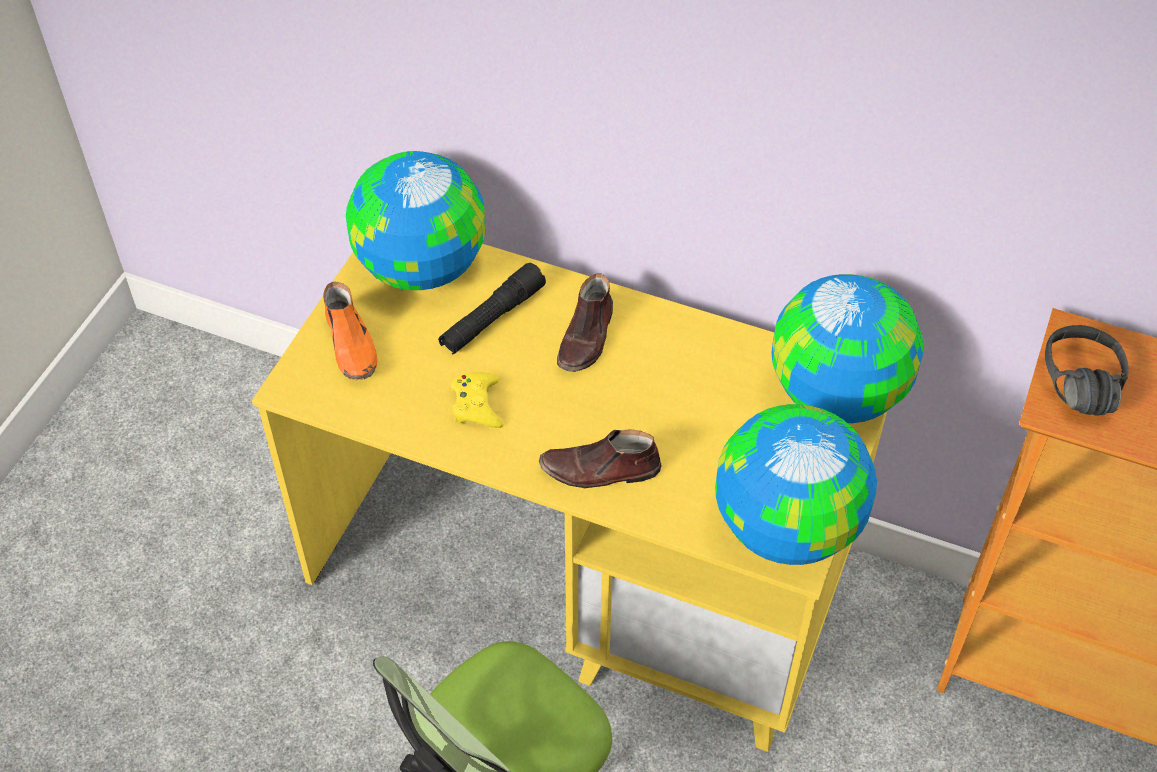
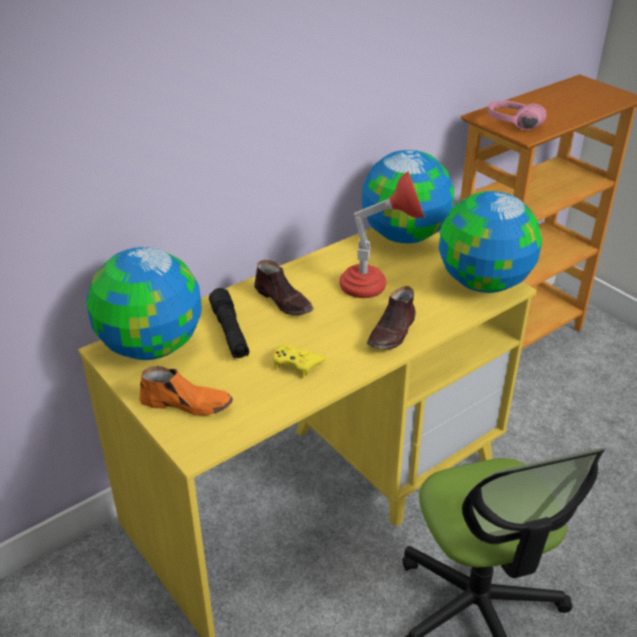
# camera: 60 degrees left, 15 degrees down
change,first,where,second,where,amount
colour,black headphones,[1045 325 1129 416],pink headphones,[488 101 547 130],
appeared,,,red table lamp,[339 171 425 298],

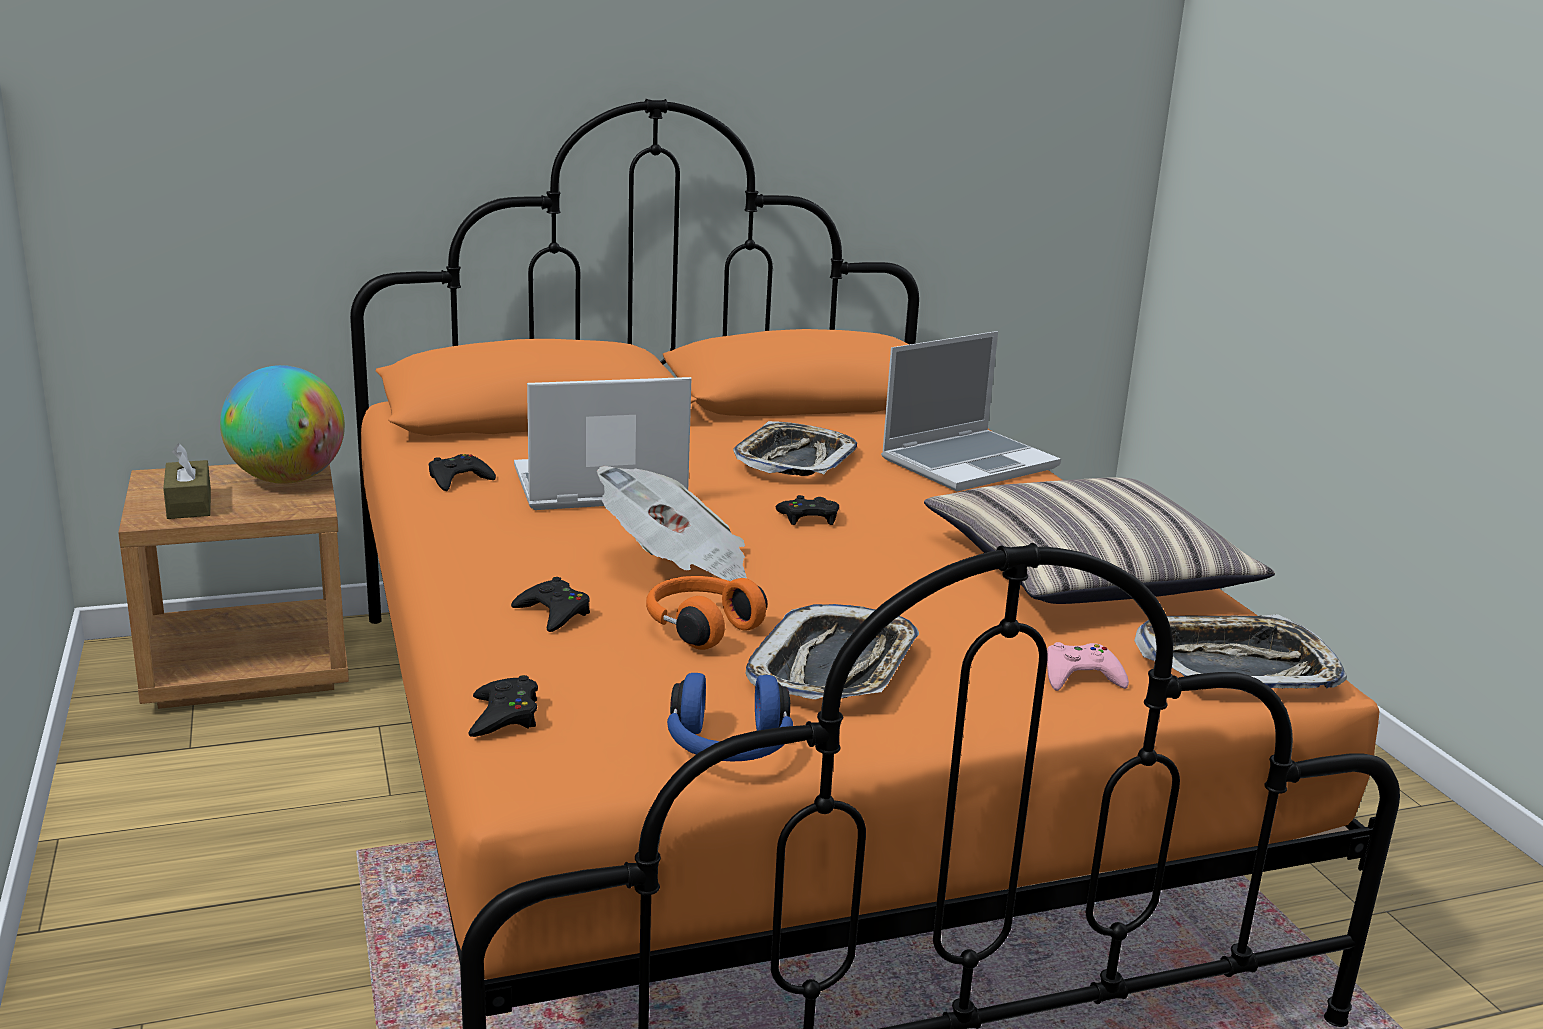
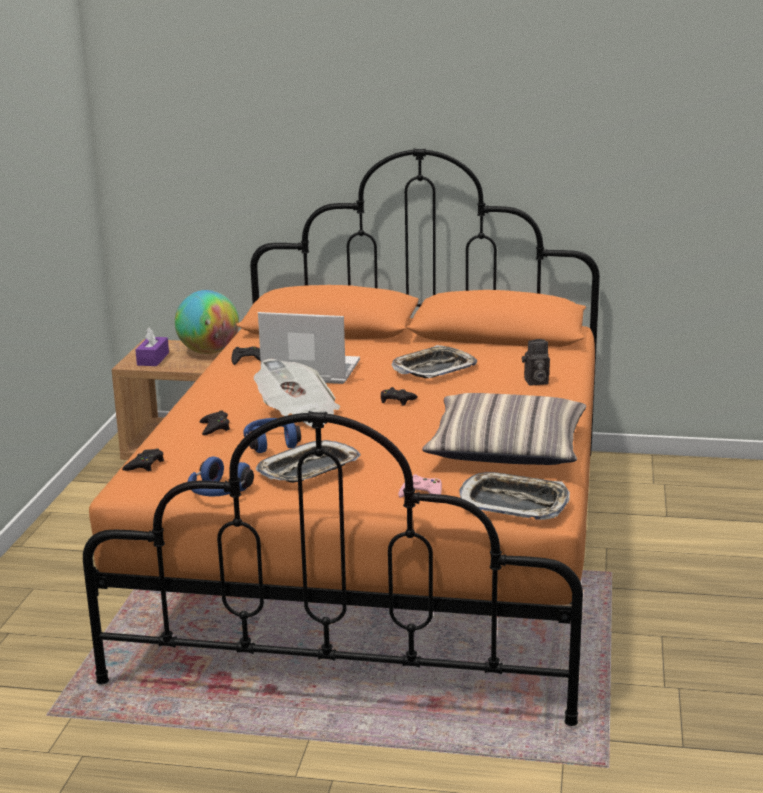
# camera: 30 degrees right, 0 degrees up
change,first,where,second,where,amount
exchanged,laptop,[881 331 1061 492],photo camera,[522 339 550 386],
colour,brown tissue box,[163 443 211 519],purple tissue box,[135 328 169 366],
colour,orange headphones,[646 576 767 650],blue headphones,[243 418 301 453],

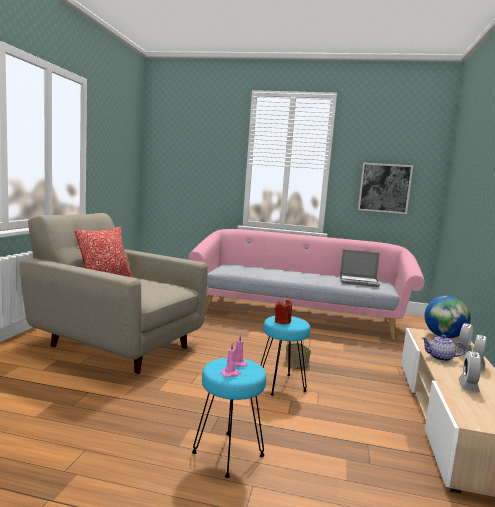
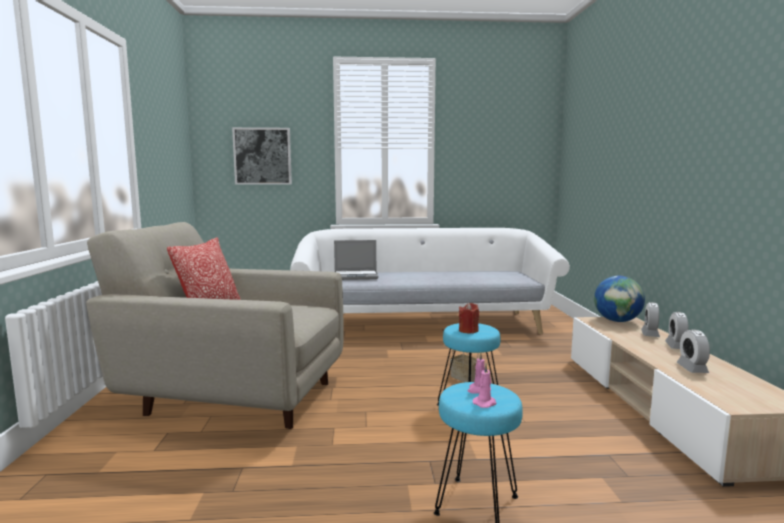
# camera: 15 degrees left, 0 degrees up
change,first,where,second,where,amount
relocated,picture,[358 162 413 214],,[232 127 292 185],
colour,pink sofa,[188 229 425 340],white sofa,[290 228 570 334],
relocated,laptop,[340 249 380 287],,[334 240 379 280],
missing,teapot,[422 335 465 361],,,

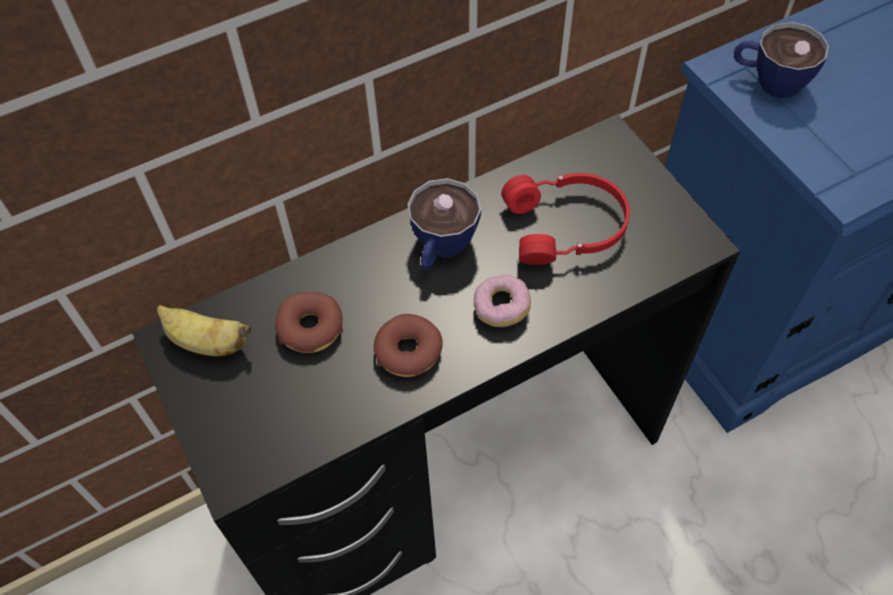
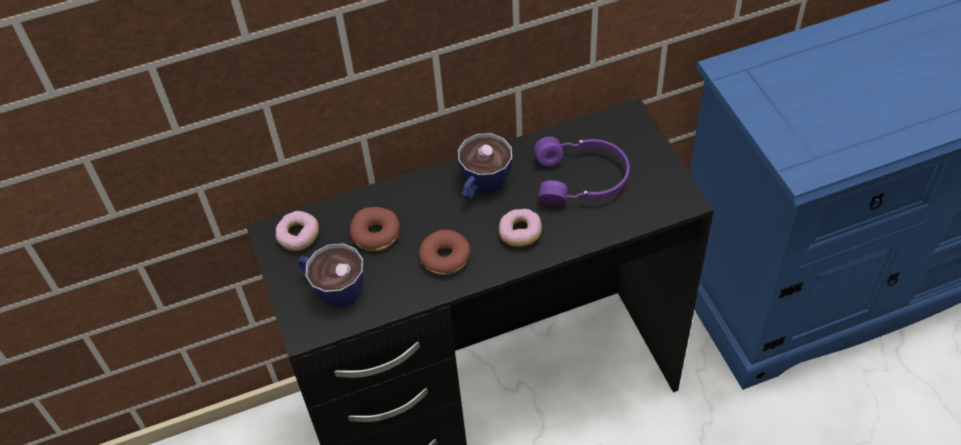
# camera: 10 degrees right, 5 degrees down
change,first,where,second,where,amount
relocated,cup,[734 22 829 98],,[297 243 364 308],
colour,red headphones,[501 173 630 265],purple headphones,[534 136 630 205],
exchanged,banana,[157 305 251 356],donut,[275 211 319 251],

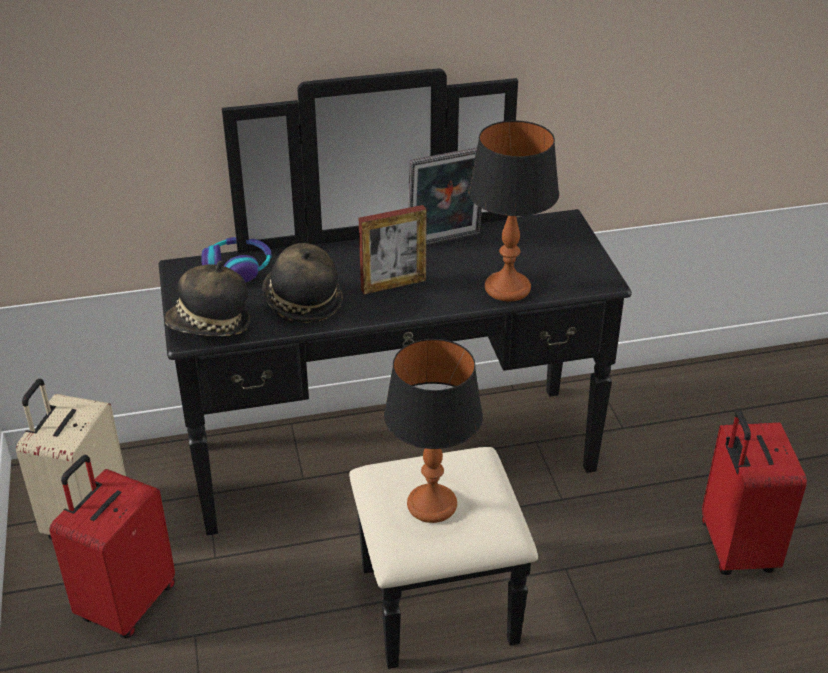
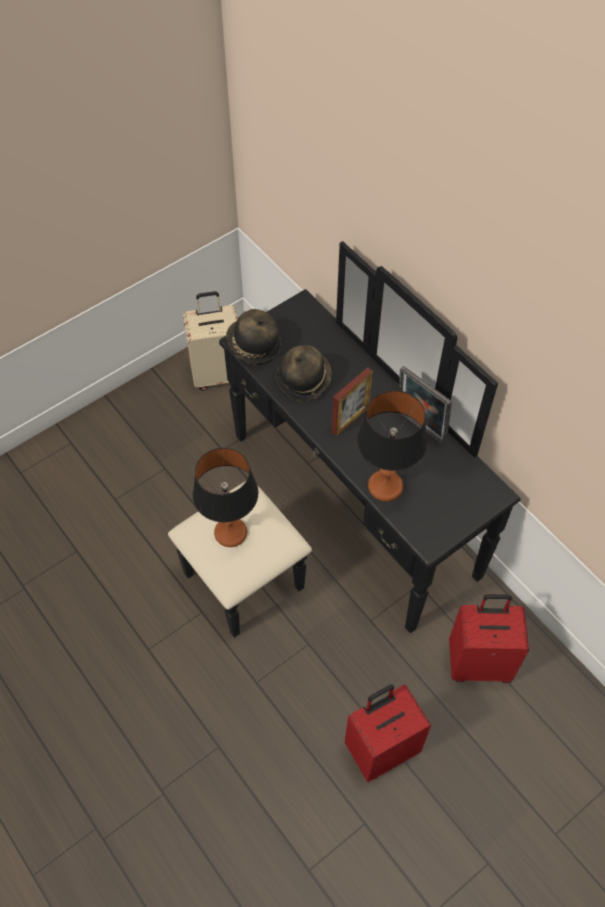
# camera: 65 degrees right, 20 degrees up
change,first,where,second,where,amount
spun,picture frame,[359 205 427 294],,[332 367 373 437],90 degrees counterclockwise
missing,headphones,[201 237 272 283],,,
relocated,red suitcase,[49 455 175 638],,[449 594 529 683],

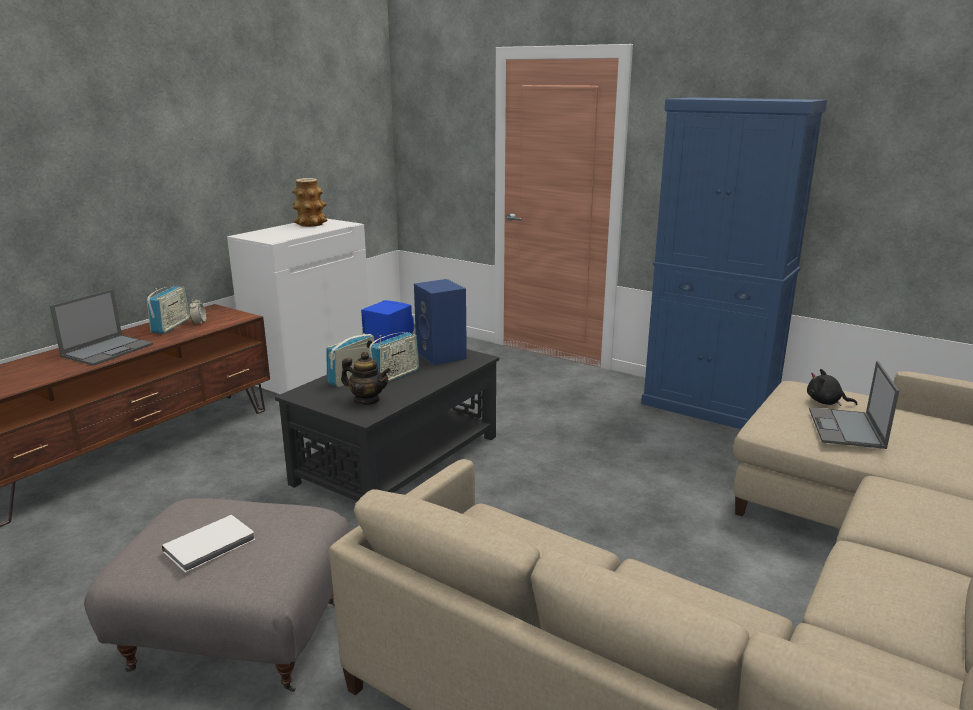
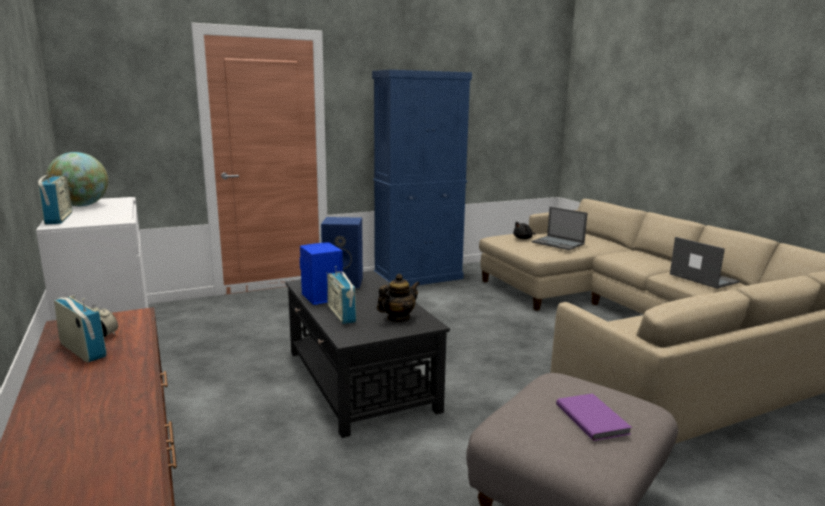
# camera: 60 degrees left, 5 degrees down
change,first,where,second,where,amount
exchanged,vase,[292 178 327 227],globe,[46 152 108 206],
relocated,laptop,[50 289 153 366],,[670 237 740 289],
relocated,radio,[369 332 420 382],,[38 172 72 225],
colour,white book,[162 515 256 573],purple book,[556 393 632 441],

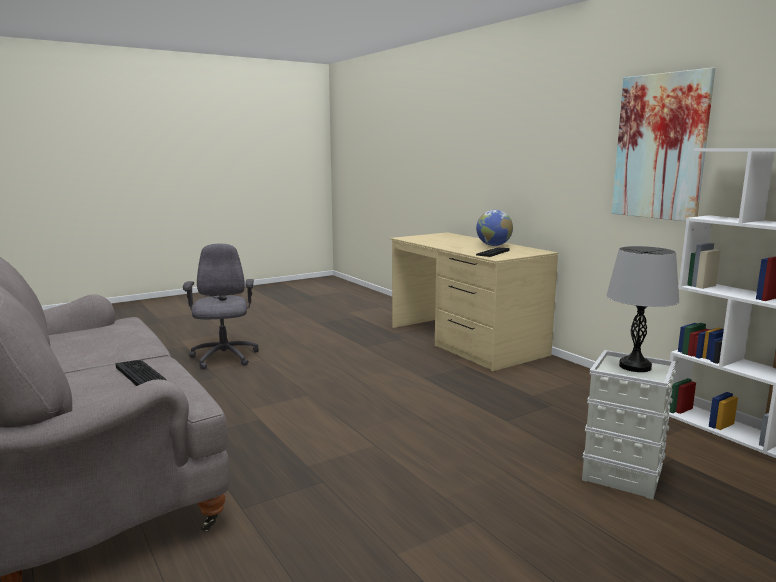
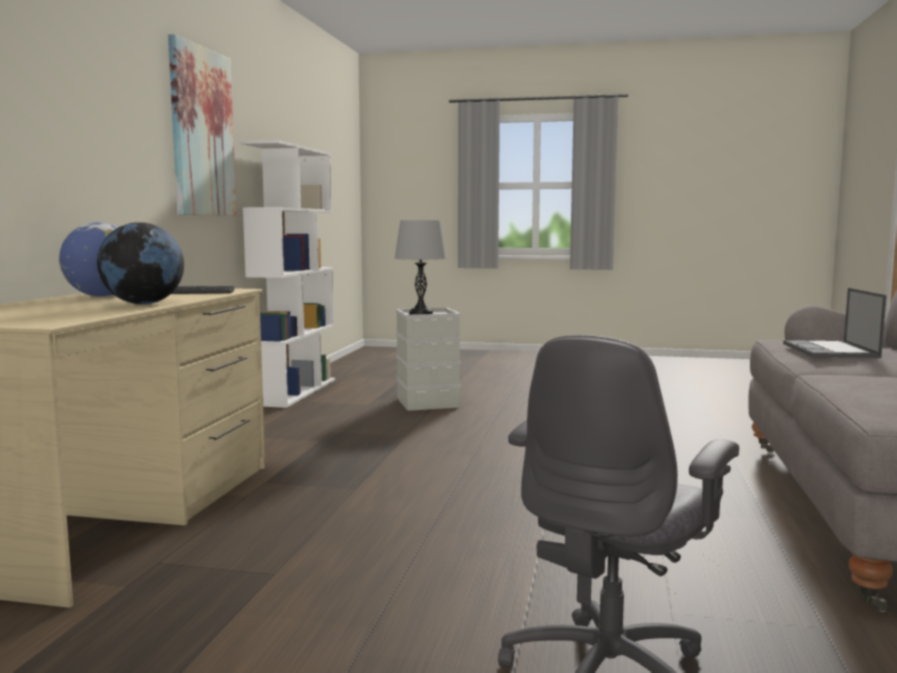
# camera: 135 degrees left, 5 degrees down
change,first,where,second,where,amount
exchanged,keyboard,[116 360 167 386],laptop,[783 288 887 358],
appeared,,,globe,[97 222 184 304],

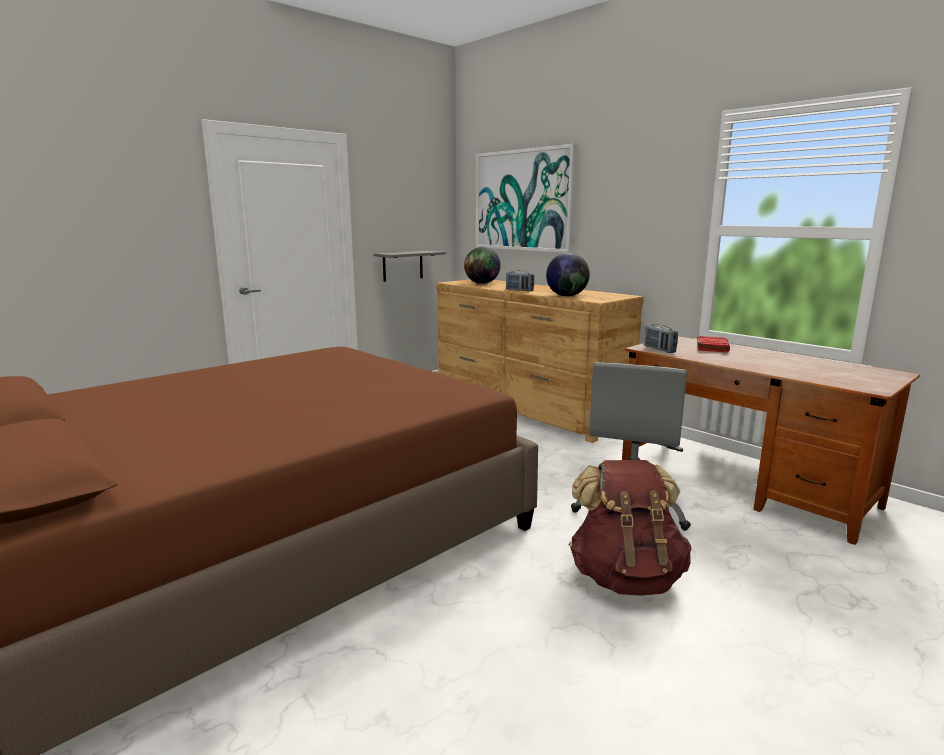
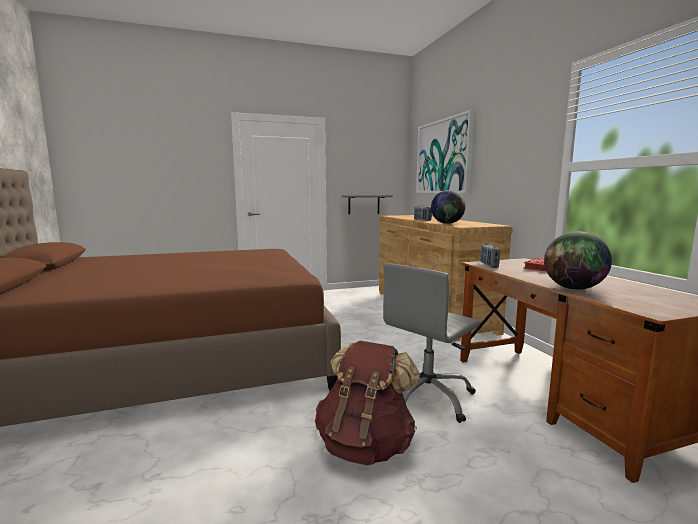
# camera: 25 degrees right, 5 degrees down
change,first,where,second,where,amount
relocated,globe,[464 247 501 284],,[544 231 612 290],

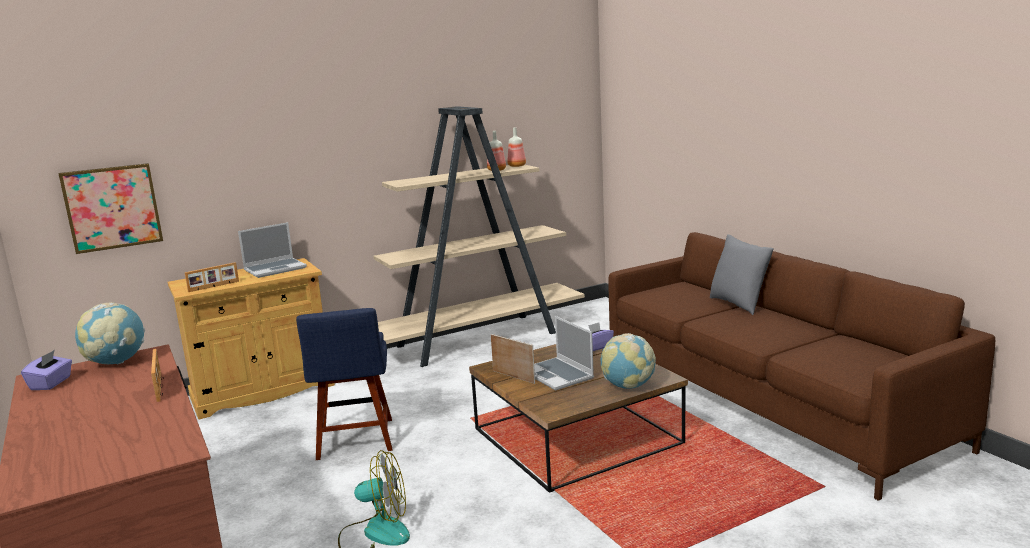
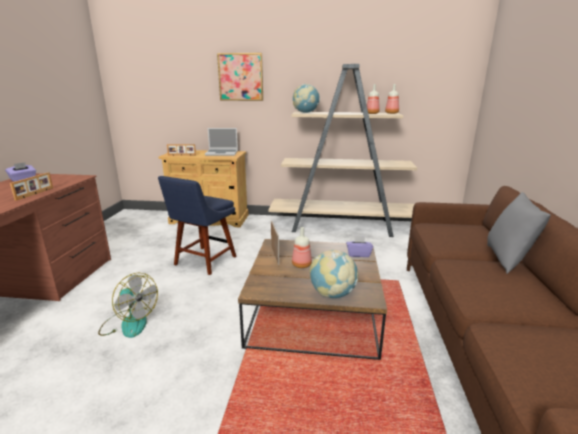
# camera: 35 degrees right, 5 degrees up
change,first,where,second,where,amount
relocated,picture,[58 163 163 254],,[217 53 263 101],
relocated,globe,[75 302 145 364],,[293 84 320 113],
exchanged,laptop,[534 316 594 391],bottle,[292 227 312 268],

